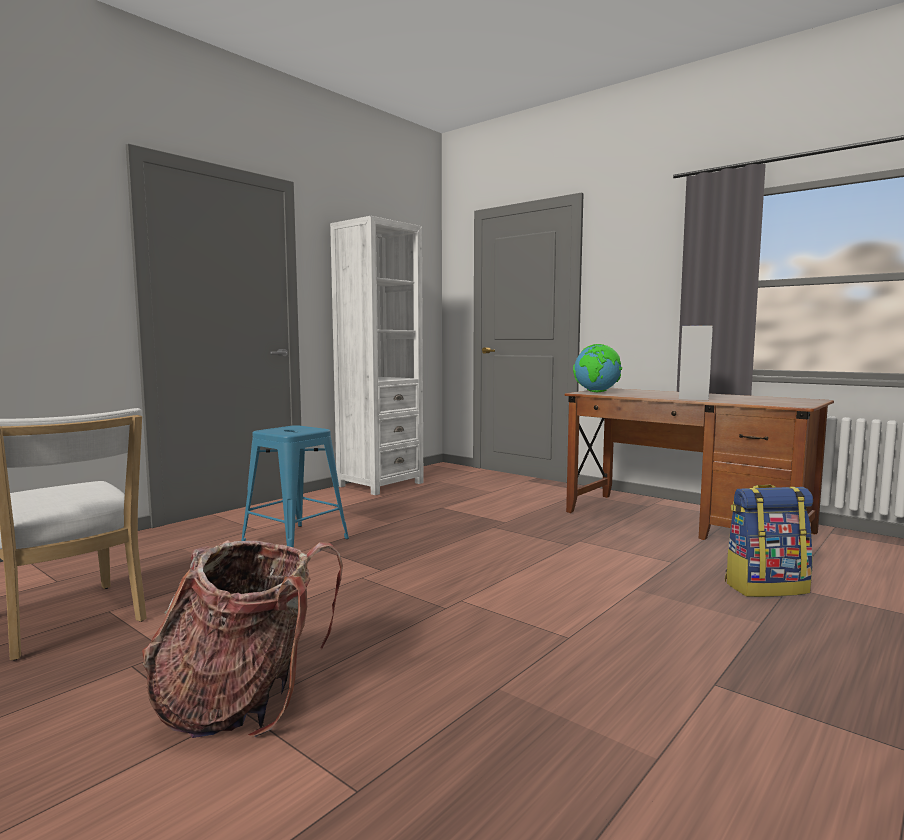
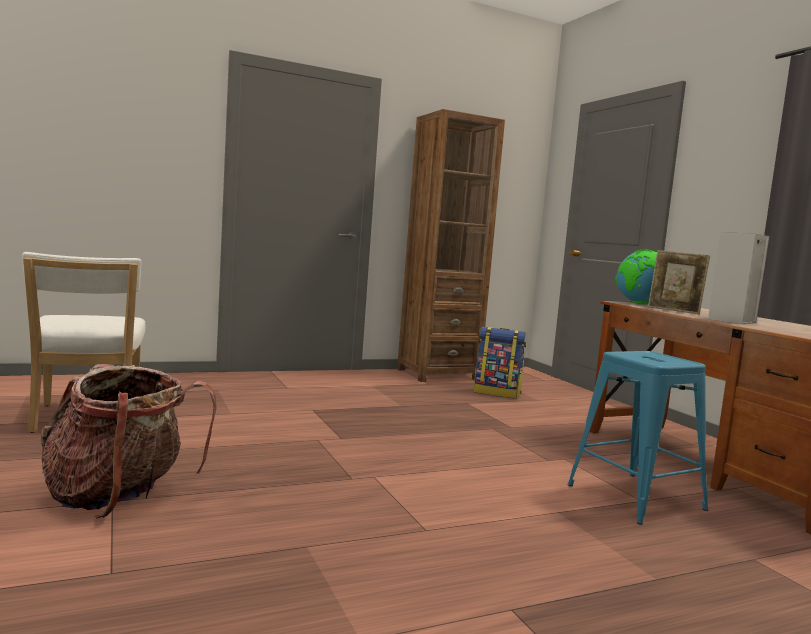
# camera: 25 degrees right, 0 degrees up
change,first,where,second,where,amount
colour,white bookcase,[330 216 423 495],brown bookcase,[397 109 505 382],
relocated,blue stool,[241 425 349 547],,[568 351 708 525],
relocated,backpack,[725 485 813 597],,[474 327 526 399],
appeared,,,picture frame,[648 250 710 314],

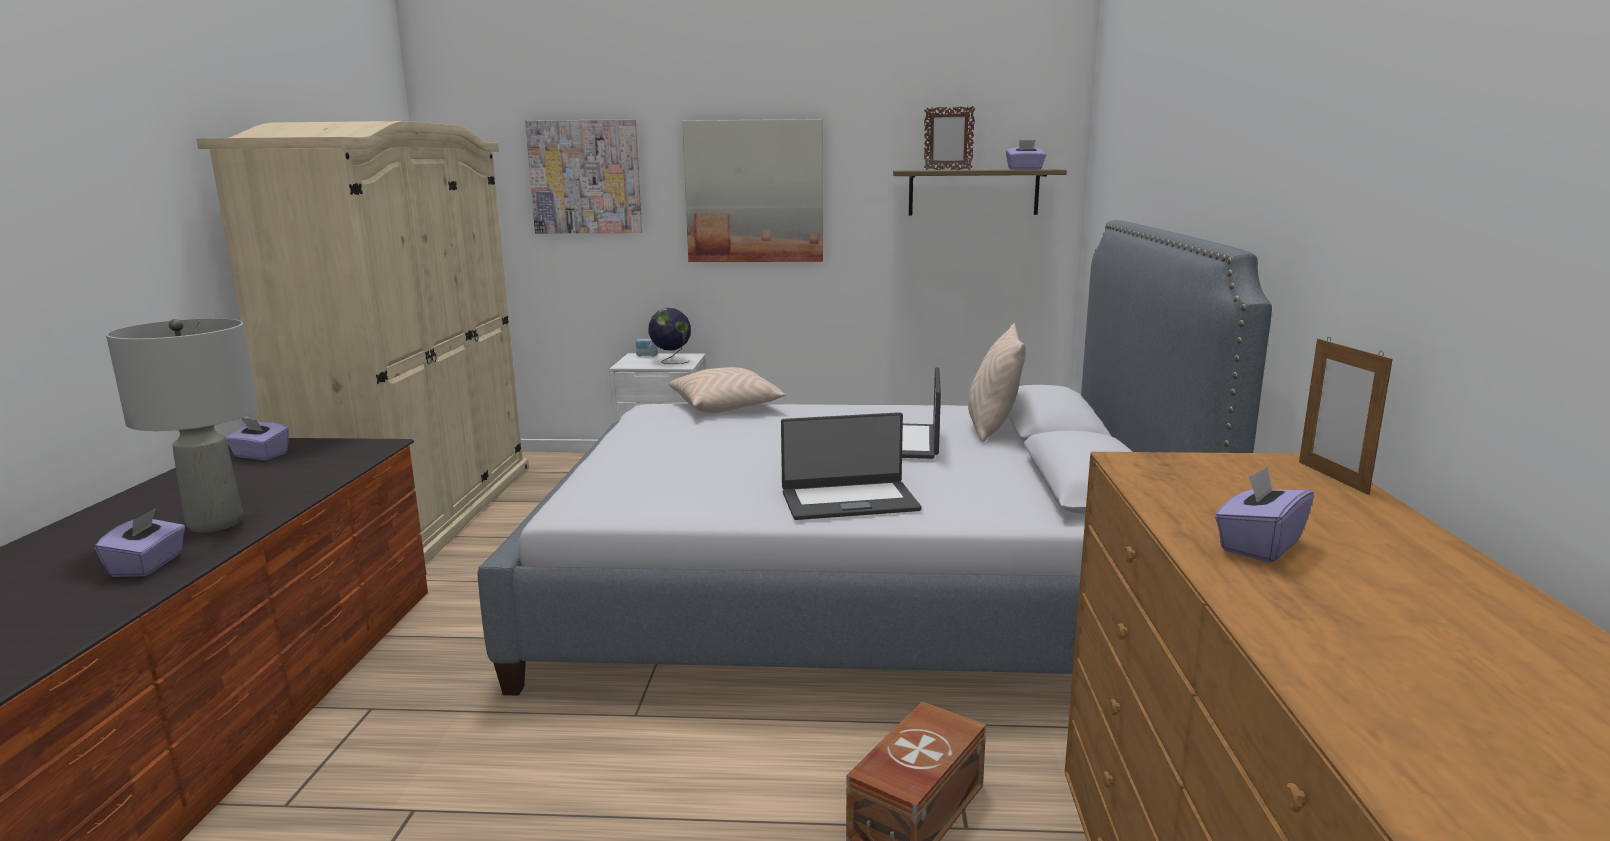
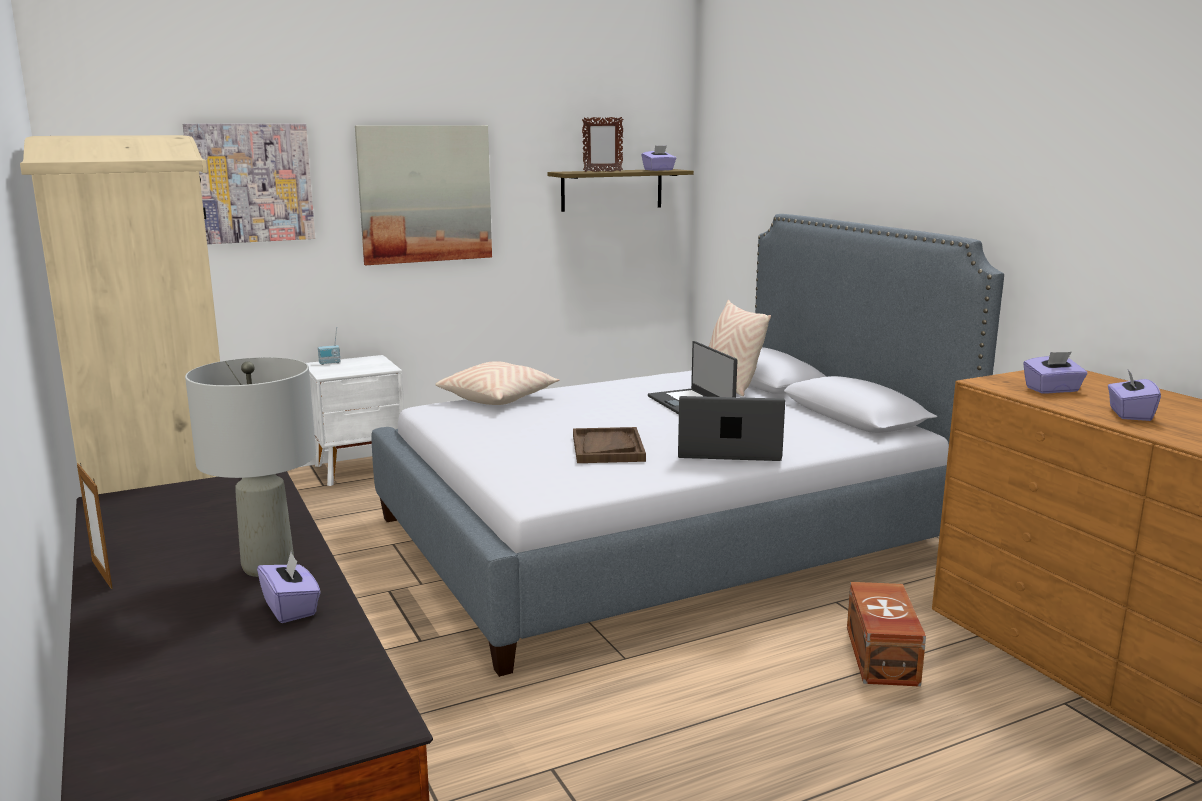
# camera: 30 degrees left, 0 degrees up
change,first,where,second,where,amount
missing,globe,[649 308 691 364],,,
relocated,picture frame,[1299 338 1393 495],,[77 463 113 589],
spun,laptop,[781 412 921 520],,[678 396 785 461],135 degrees counterclockwise
relocated,purple tissue box,[225 418 289 460],,[1023 352 1087 394],
appeared,,,brown tray,[573 427 646 463],

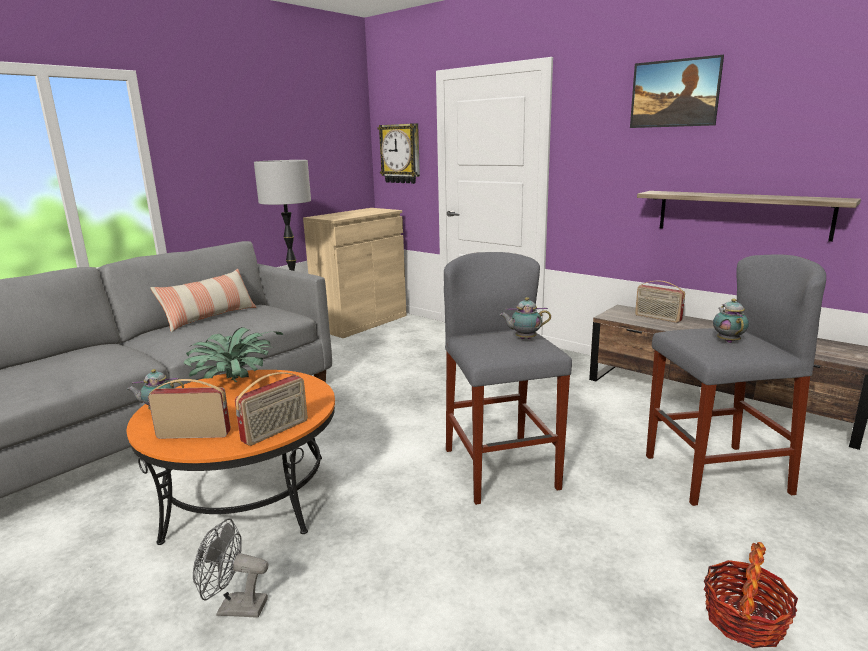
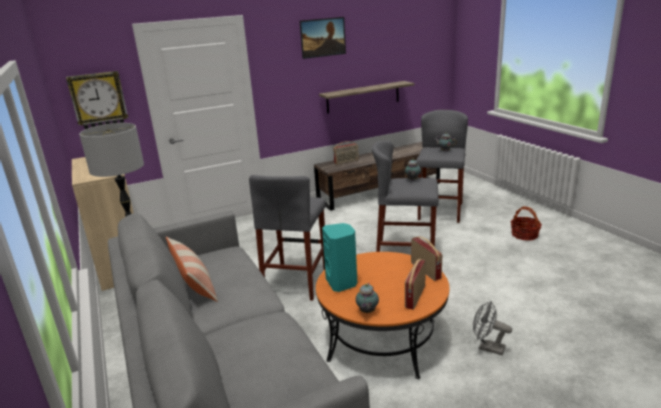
# camera: 65 degrees left, 5 degrees up
change,first,where,second,where,amount
exchanged,potted plant,[184 327 283 382],turquoise speaker,[322 223 357 292],
spun,grey fan,[193 518 268 618],,[473 301 512 355],90 degrees clockwise
appeared,,,grey stool,[249 175 326 301],

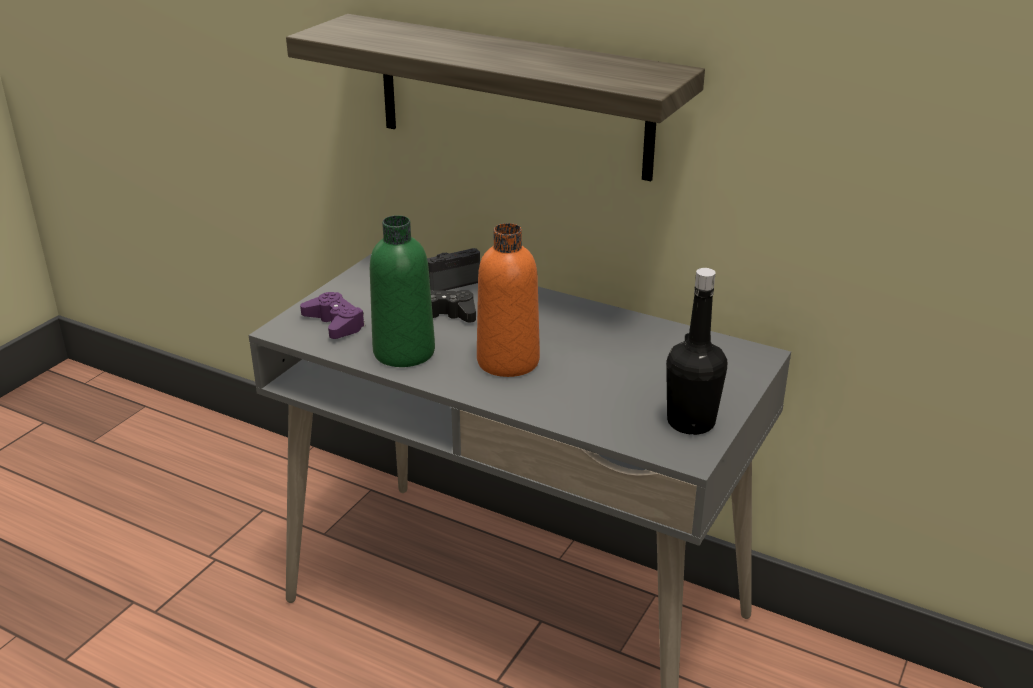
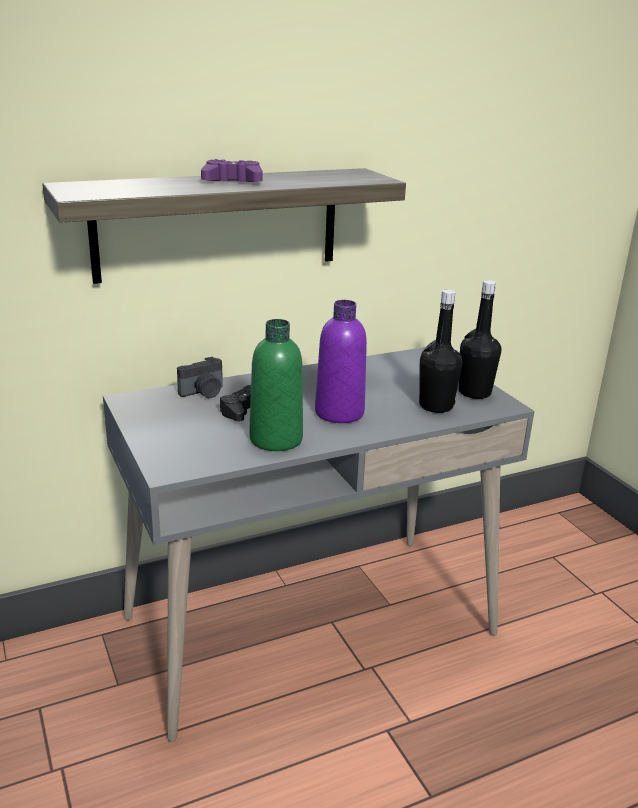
# camera: 55 degrees left, 5 degrees down
change,first,where,second,where,amount
colour,orange bottle,[477 223 540 377],purple bottle,[315 300 367 423],
spun,photo camera,[427 248 480 291],,[177 357 223 398],135 degrees counterclockwise
relocated,purple game controller,[300 292 365 339],,[201 159 263 182],
appeared,,,black bottle,[419 290 462 413],

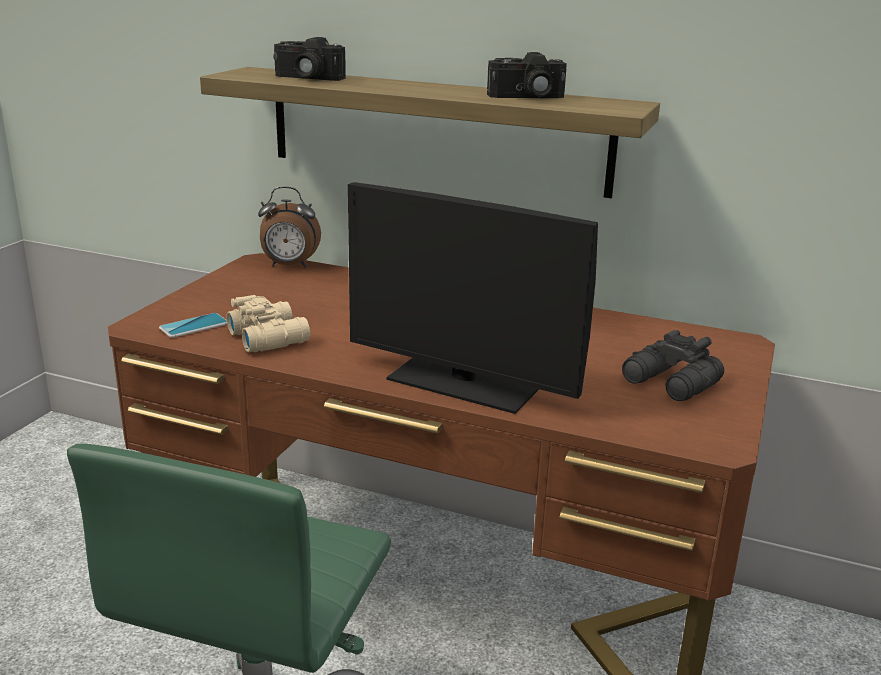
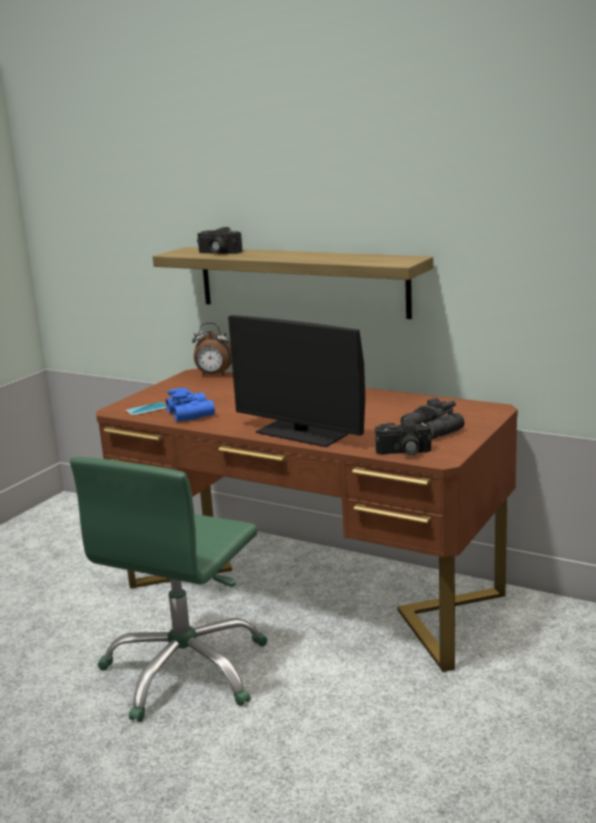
# camera: 10 degrees right, 5 degrees down
change,first,where,second,where,amount
relocated,photo camera,[487 52 567 98],,[375 419 431 455],
colour,beige binoculars,[226 295 310 352],blue binoculars,[166 388 215 421],

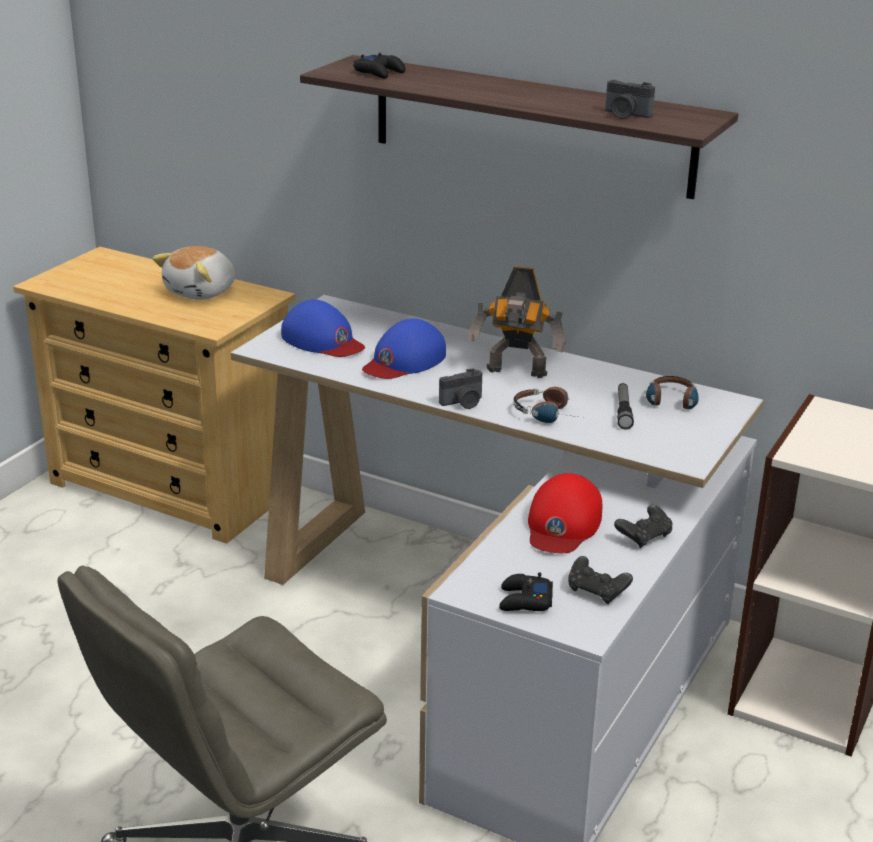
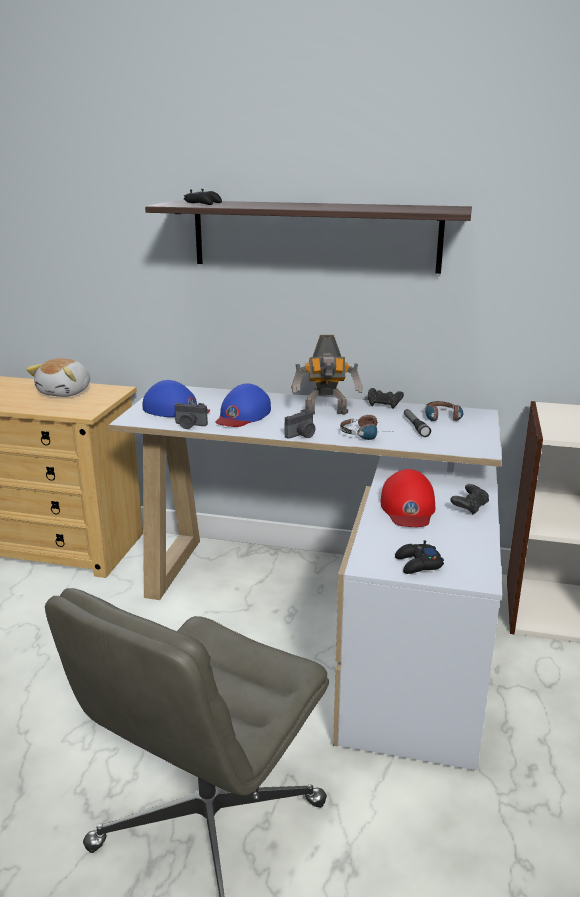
# camera: 15 degrees left, 5 degrees down
change,first,where,second,where,amount
relocated,photo camera,[605 80 655 119],,[175 403 208 429],
relocated,black game controller,[568 556 633 604],,[368 388 404 409],

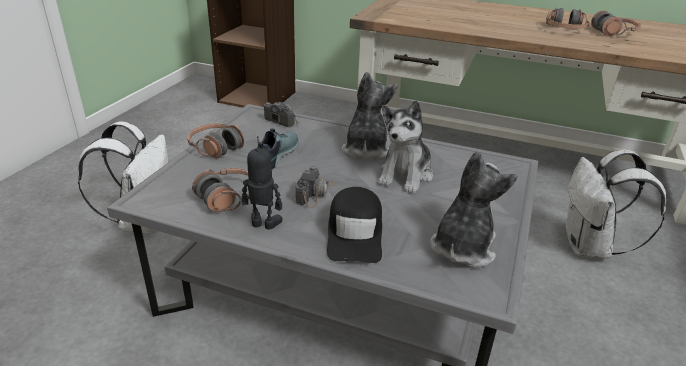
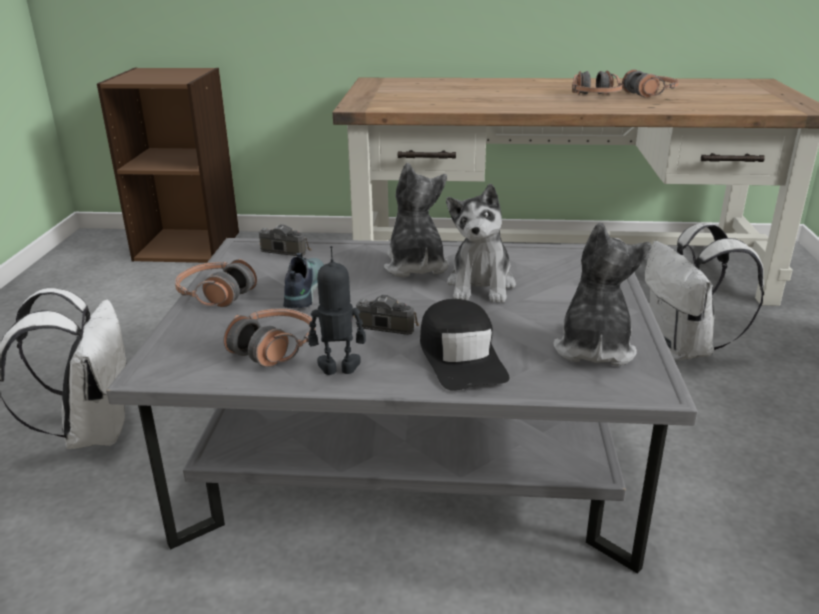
# camera: 15 degrees left, 5 degrees down
change,first,where,second,where,amount
spun,photo camera,[296 166 336 208],,[353 295 419 335],75 degrees counterclockwise

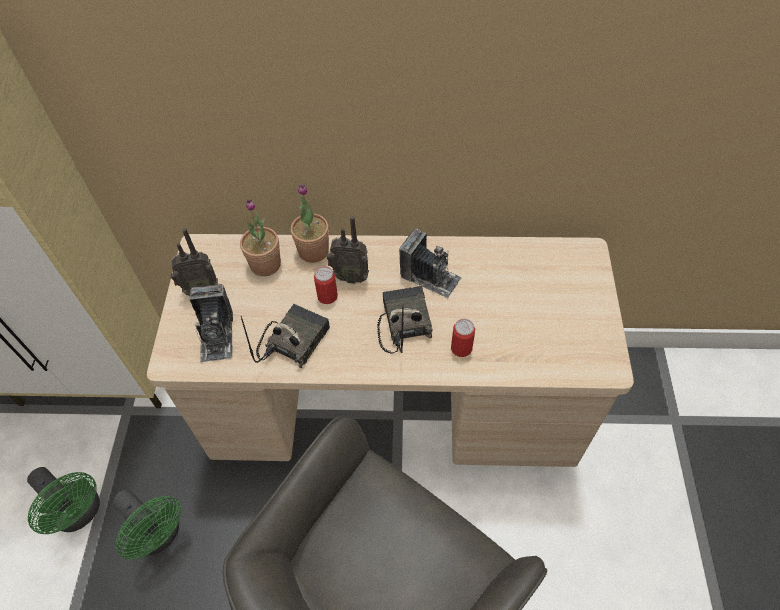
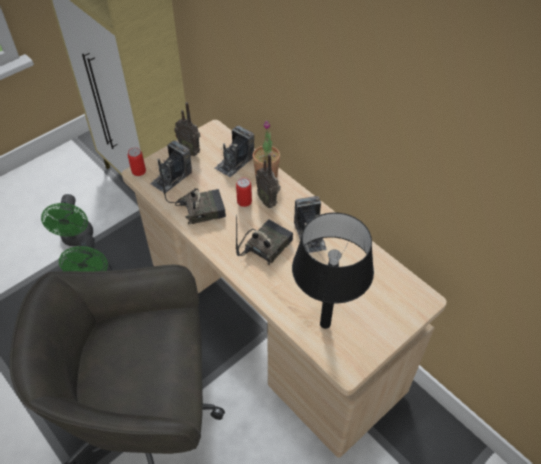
# camera: 45 degrees right, 5 degrees down
change,first,where,second,where,amount
exchanged,potted plant,[240 199 281 276],photo camera,[214 125 254 177],
relocated,can,[451 319 475 357],,[128 148 146 176],
appeared,,,black table lamp,[292 212 374 329],

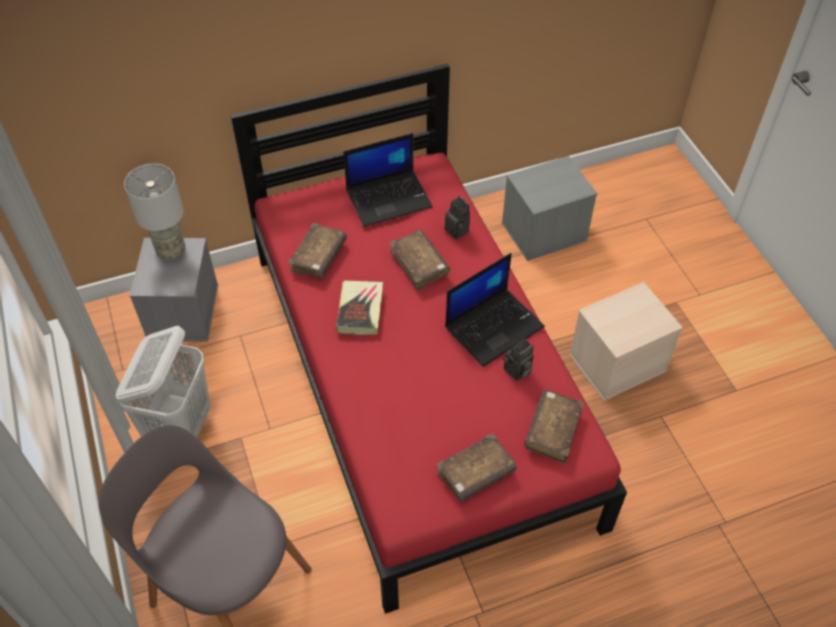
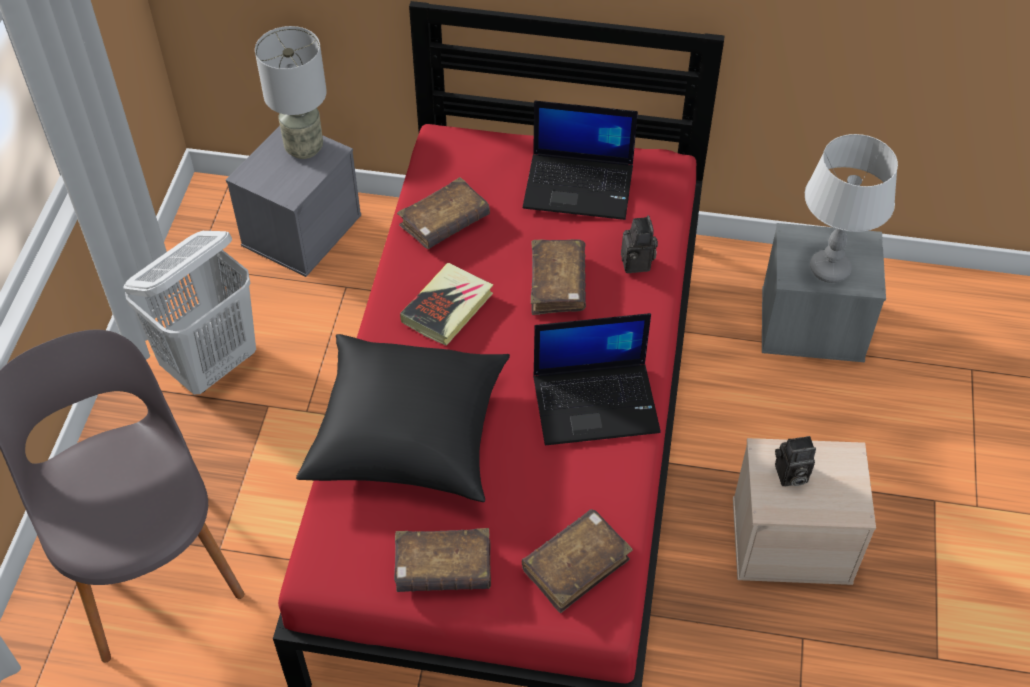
# camera: 30 degrees right, 0 degrees up
change,first,where,second,where,amount
relocated,photo camera,[504 339 534 381],,[775 436 816 486],
appeared,,,grey table lamp,[805 134 898 283],
appeared,,,black pillow,[296 334 510 502],

